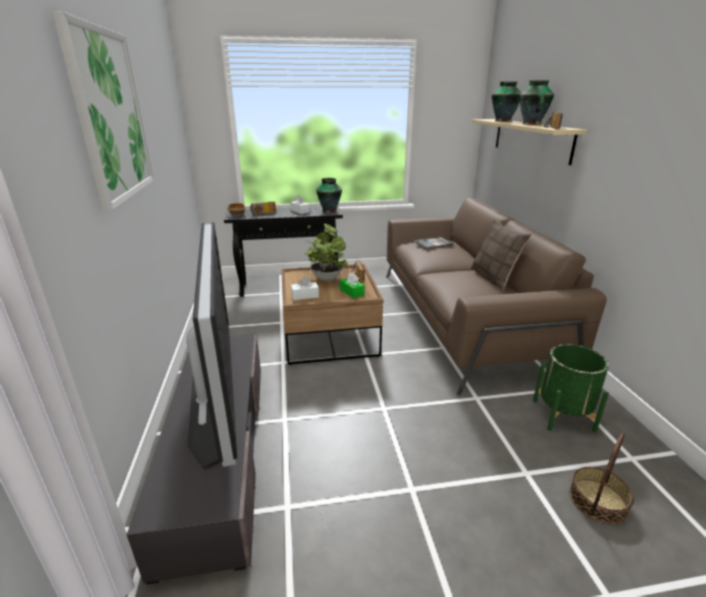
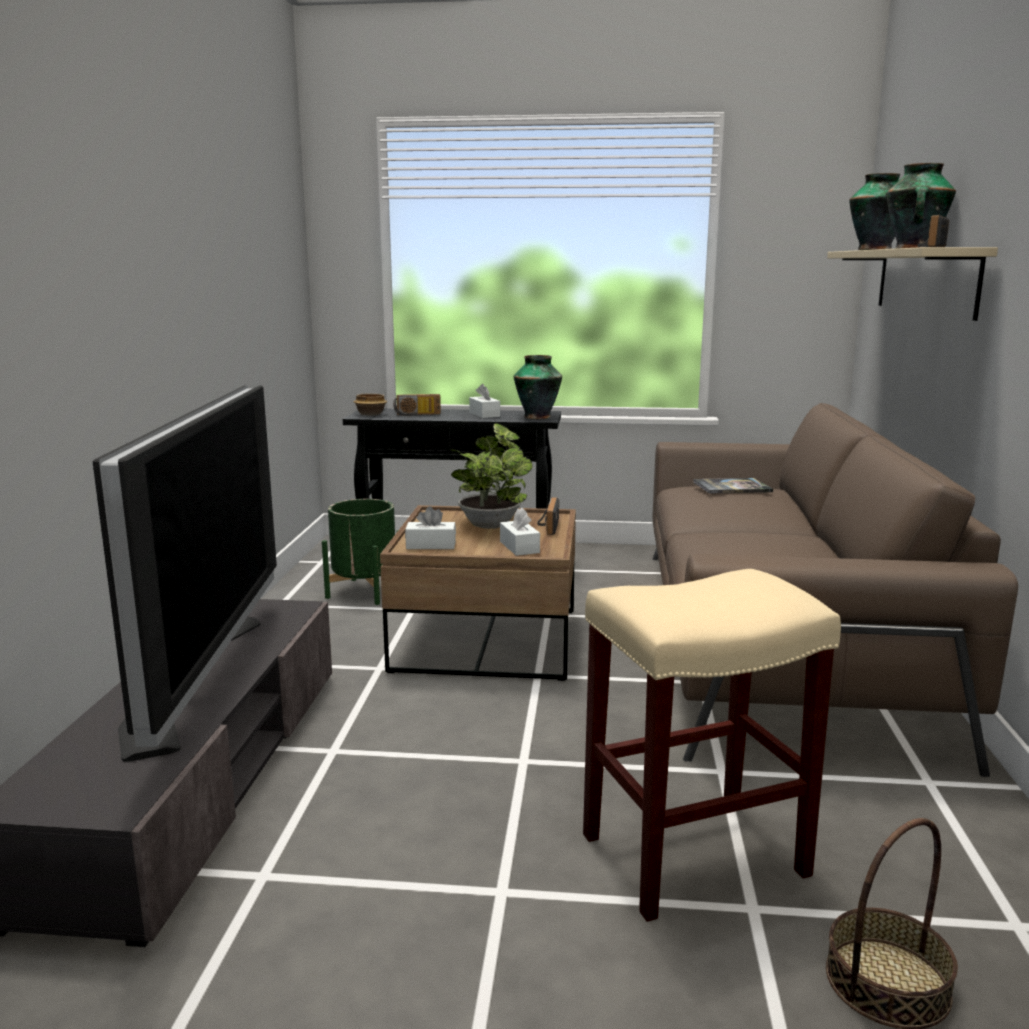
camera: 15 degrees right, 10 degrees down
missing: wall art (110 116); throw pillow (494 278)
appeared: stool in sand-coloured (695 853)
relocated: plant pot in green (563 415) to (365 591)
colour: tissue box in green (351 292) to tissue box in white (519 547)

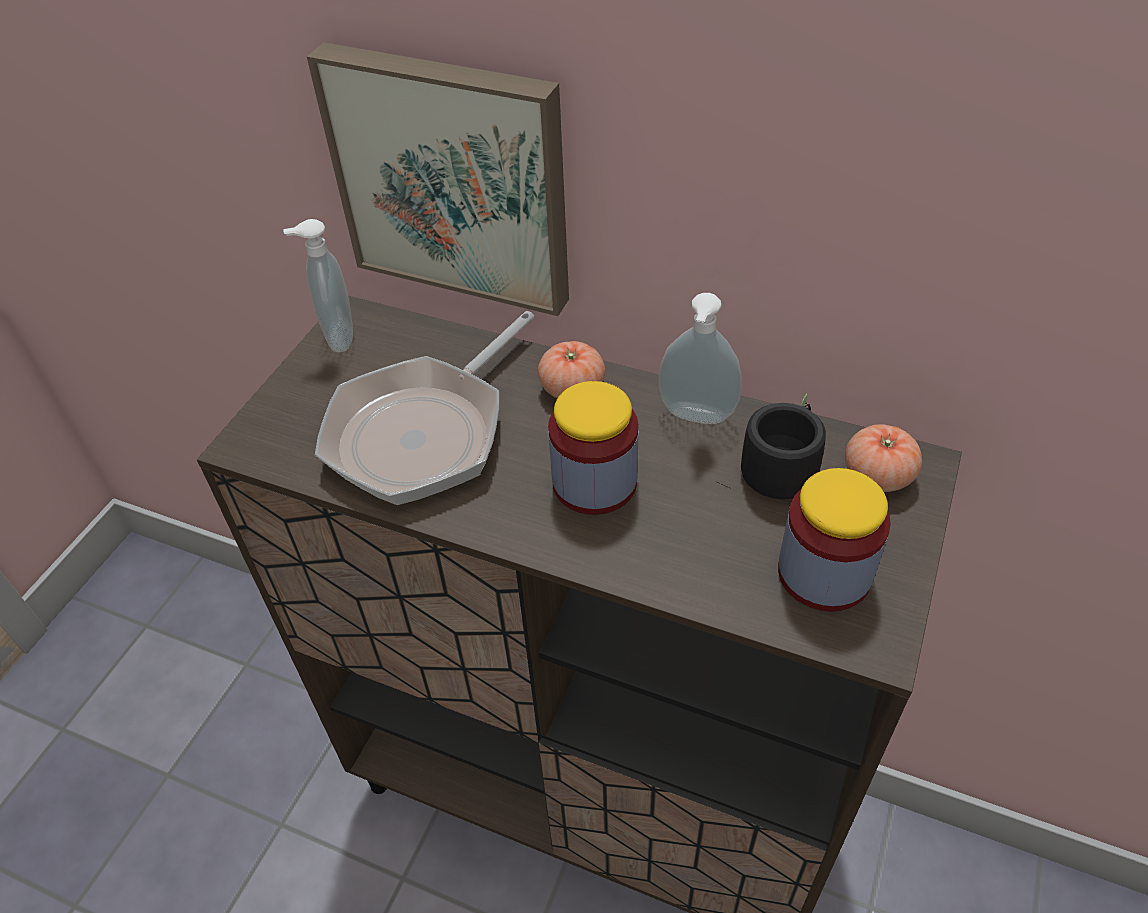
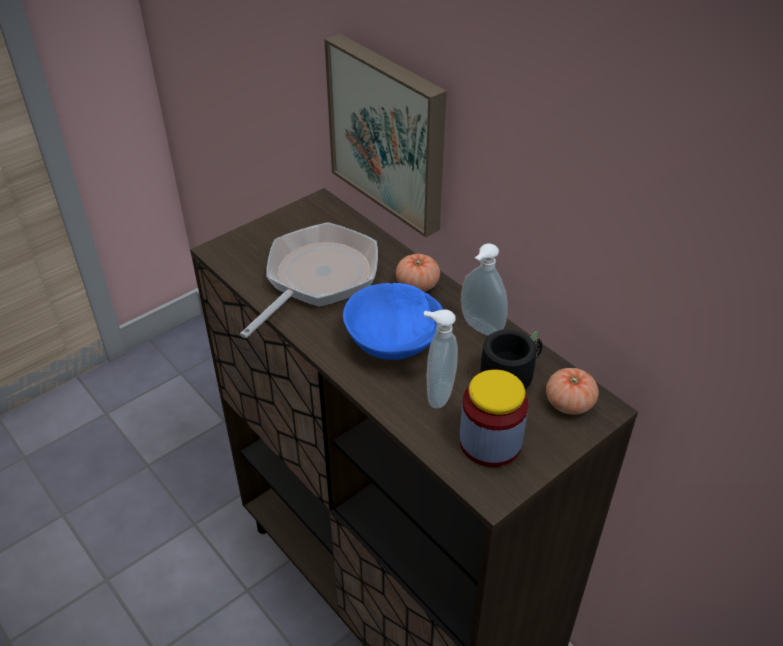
camera: 25 degrees right, 5 degrees down
relocated: soap bottle (337 338) to (437 394)
exchanged: jar (594 482) to serving bowl in bluish (392 341)
spun: skillet (425 432) = (317 278) 150 degrees clockwise

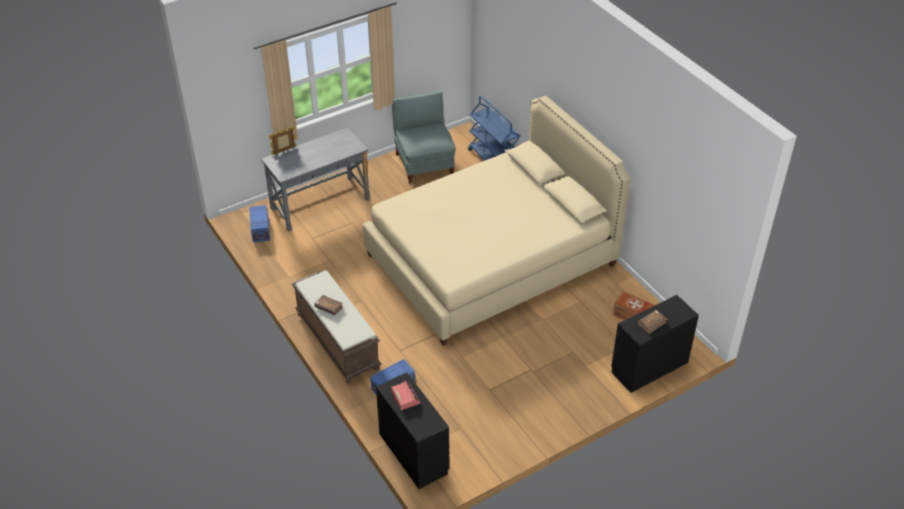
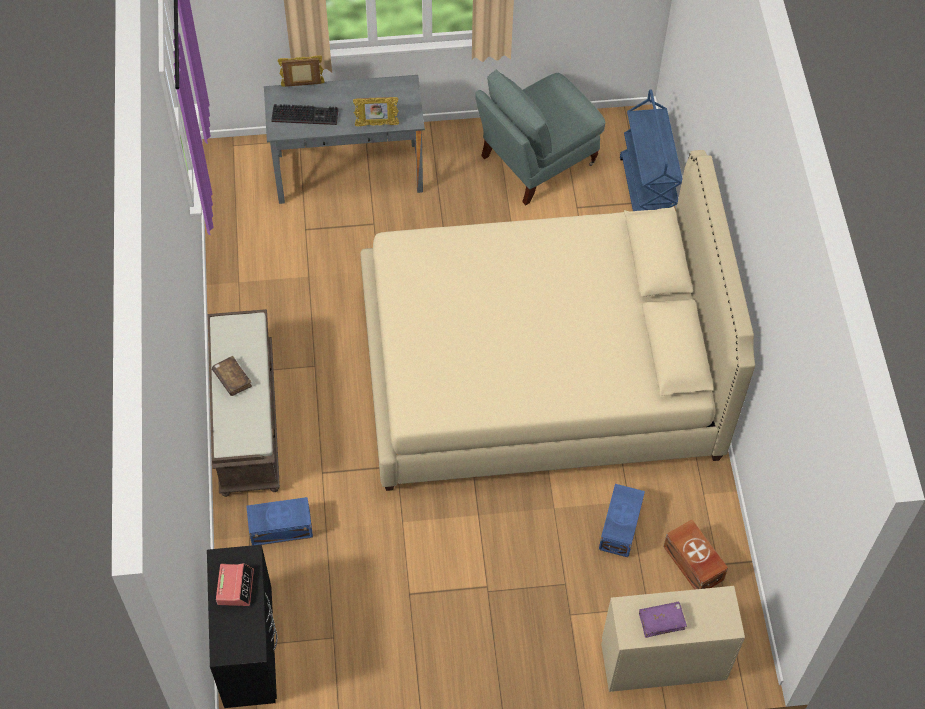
camera: 25 degrees right, 15 degrees up
appeared: keyboard (306 115); photo frame (377 124)
relocated: storage box in bluish (260 230) to (619 527)
colour: chest of drawers in black-coloured (648 367) to chest of drawers in sand-coloured (662 660); bound book in brown-coloured (651 324) to bound book in purple-coloured (661 621)
spun: armchair in greyish (424 165) = (537 160) 135 degrees counterclockwise

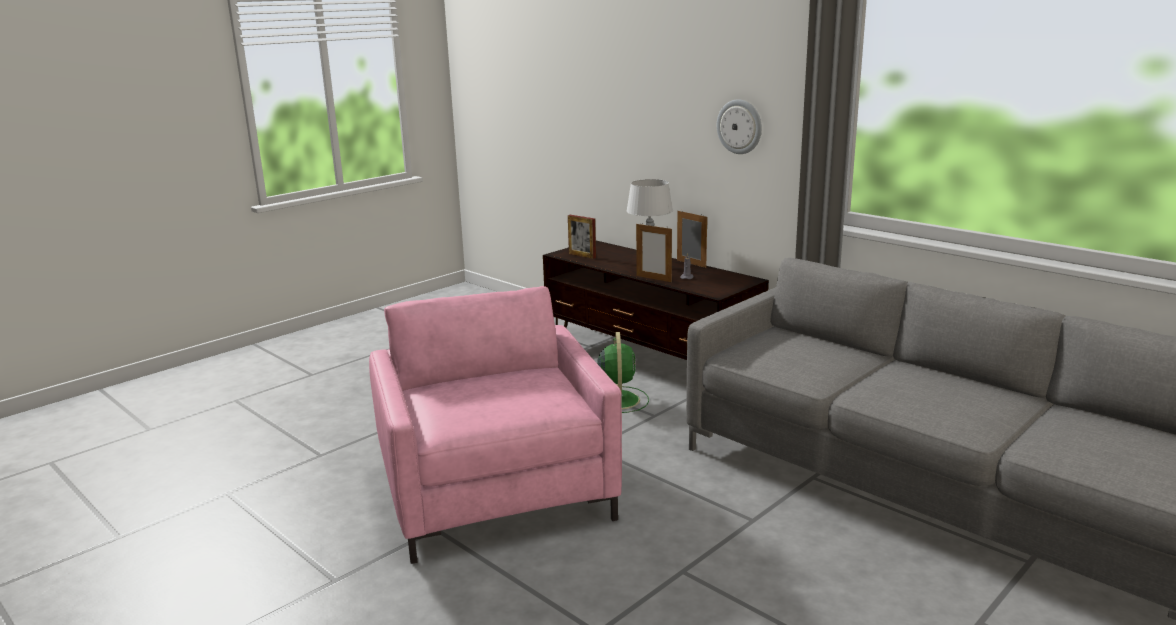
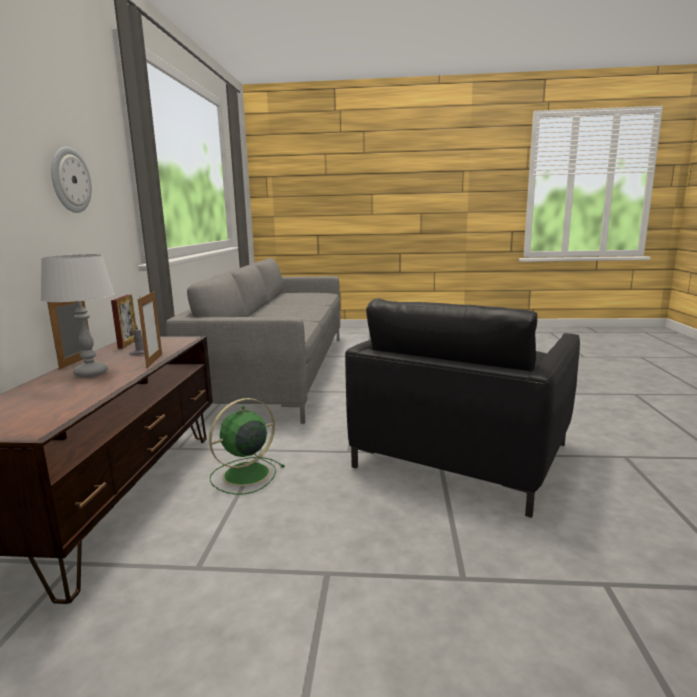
camera: 130 degrees left, 5 degrees down
relocated: photo frame (582 255) to (128 343)
colour: armchair in pink (497 493) to armchair in black-coloured (461 455)

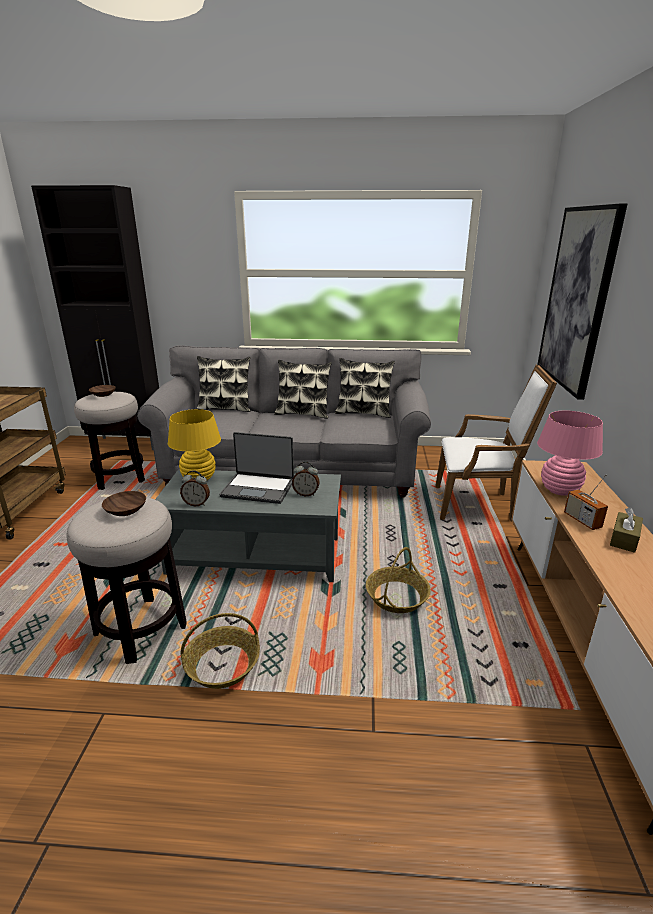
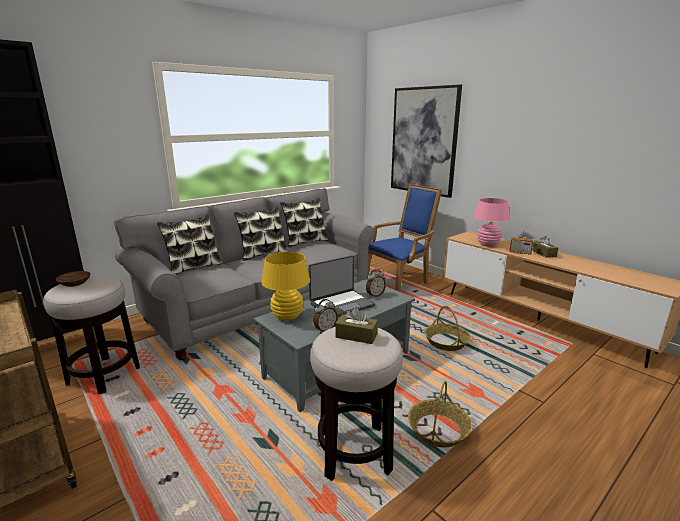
camera: 45 degrees left, 5 degrees down
exchanged: serving bowl in brown-coloured (126 510) to tissue box in brown-coloured (356 336)
colour: armchair in white (479 505) to armchair in bluish (400 282)

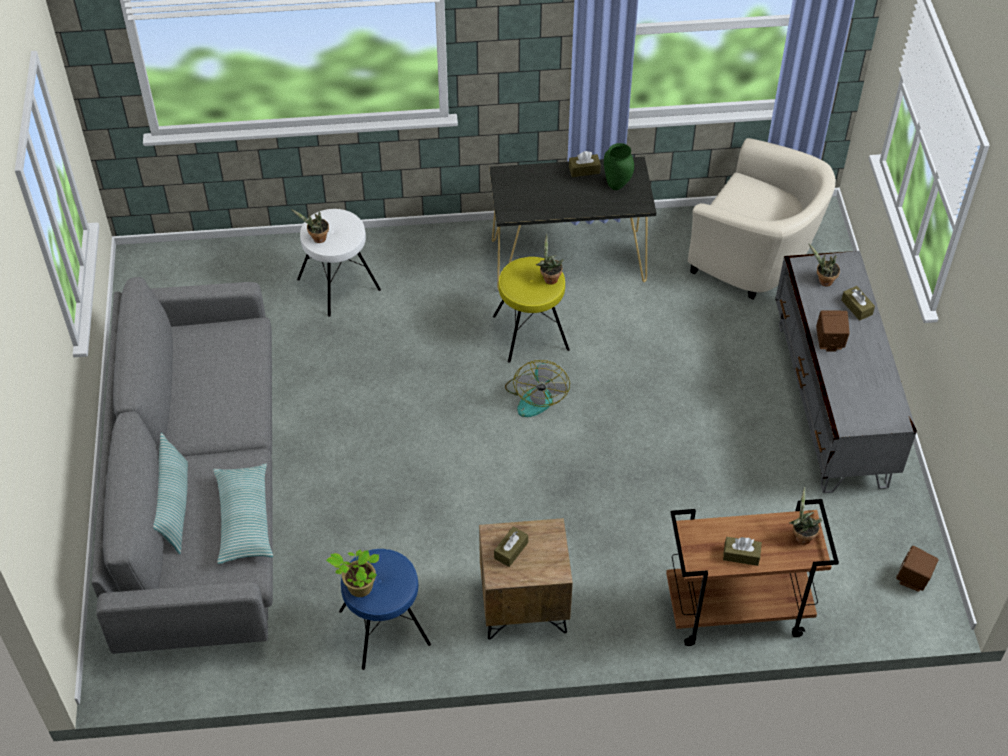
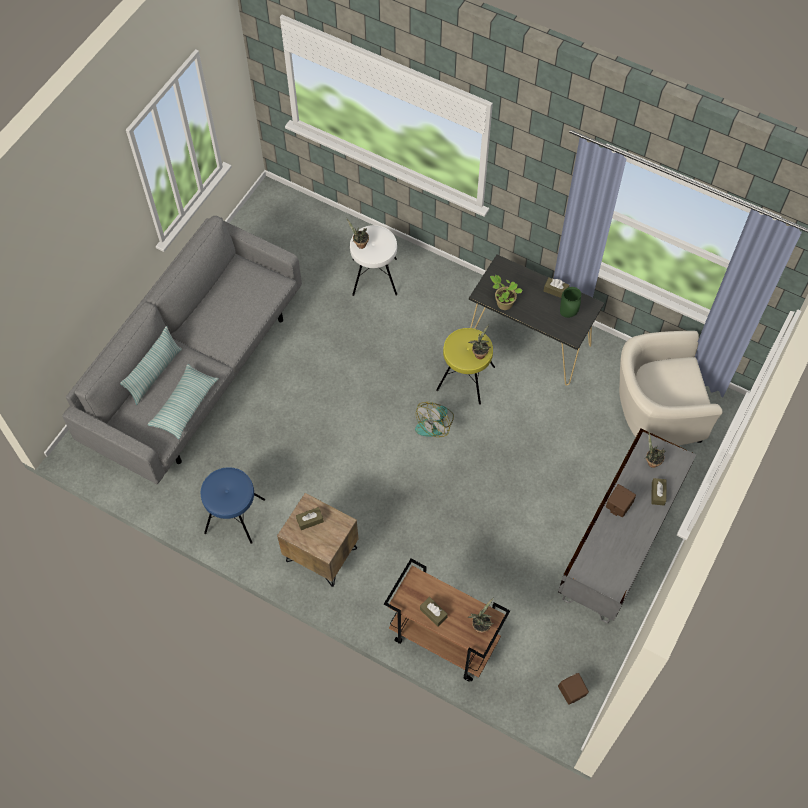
camera: 35 degrees right, 10 degrees up
relocated: potted plant (358 587) to (503 303)
spun: armchair in sand-coloured (755 260) = (654 412) 105 degrees clockwise

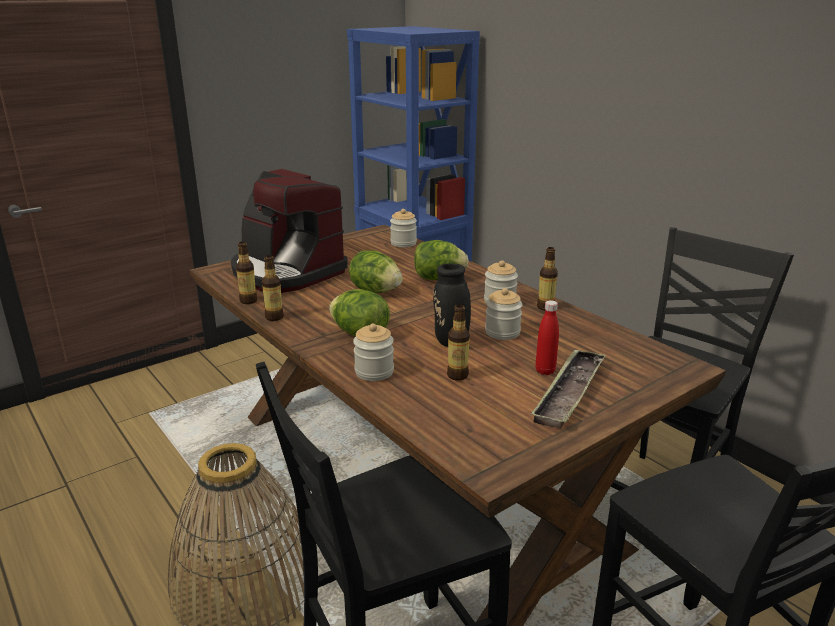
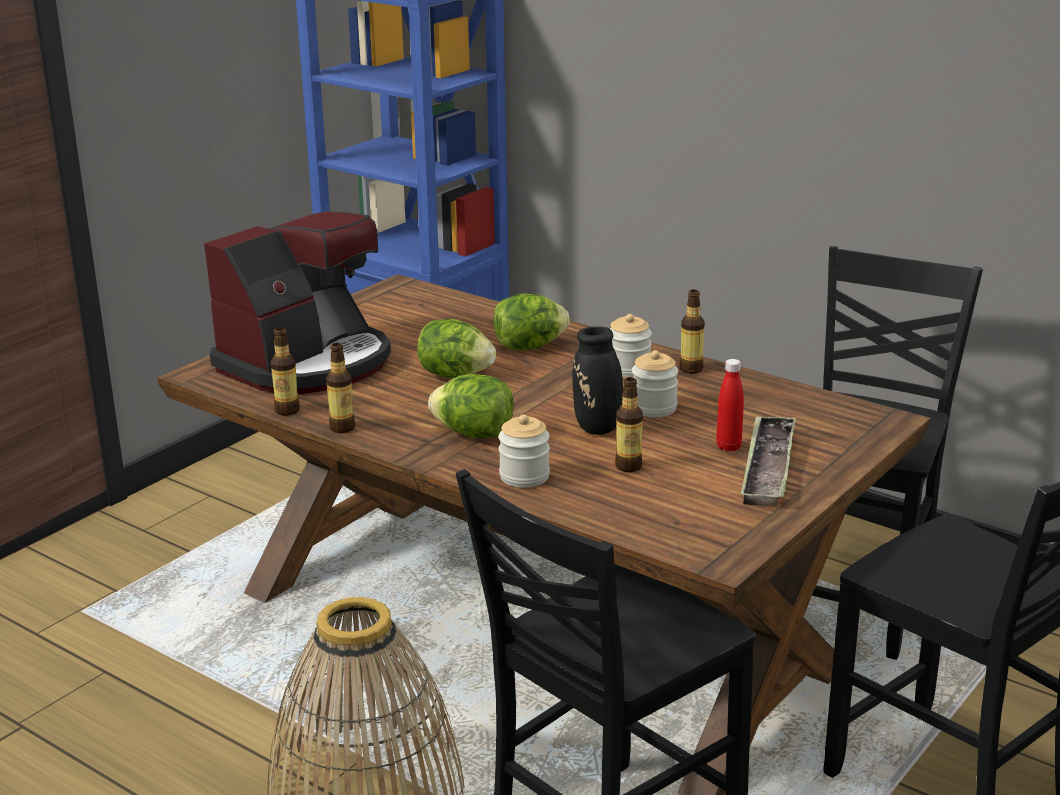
camera: 15 degrees left, 0 degrees up
missing: jar (403 243)
spun: coffee maker (286 272) = (307 363) 75 degrees counterclockwise

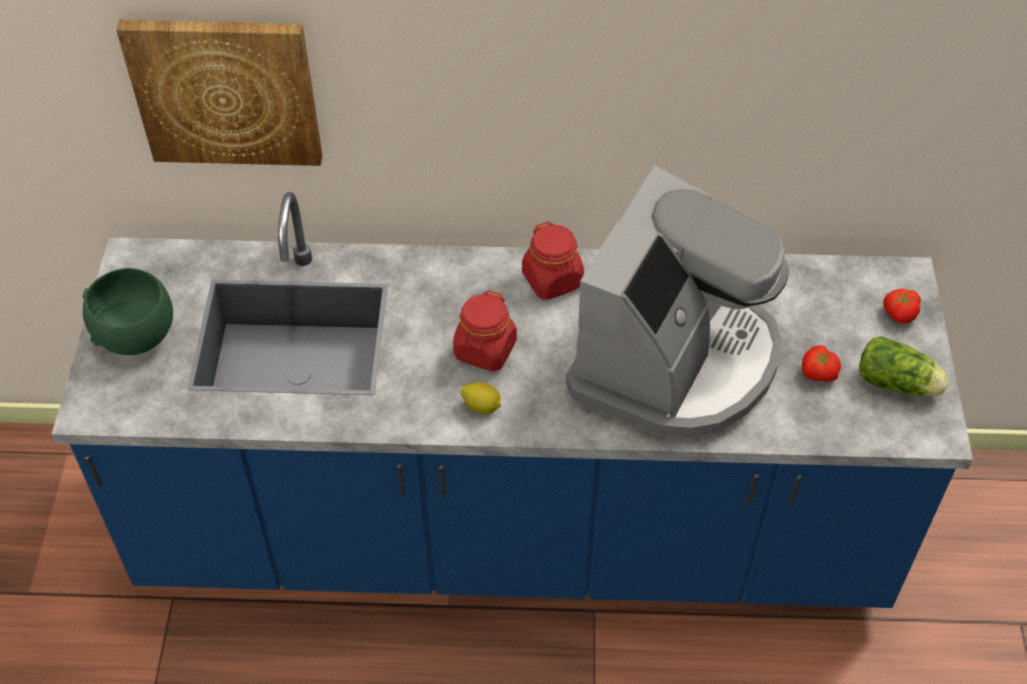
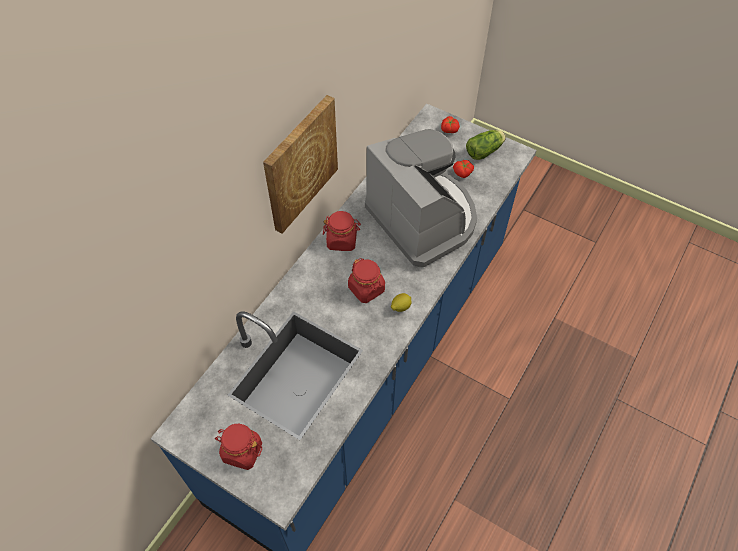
camera: 60 degrees left, 5 degrees up
relocated: wall art (225 90) to (300 164)
exchanged: serving bowl in green (137 336) to jar in reddish (242 451)

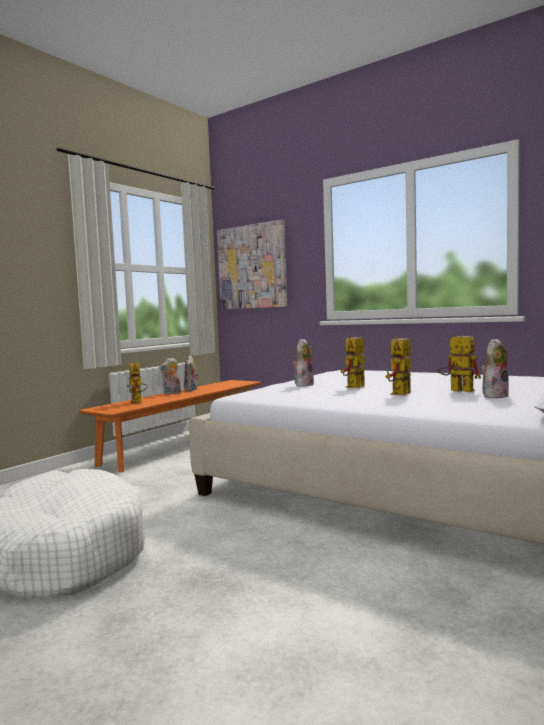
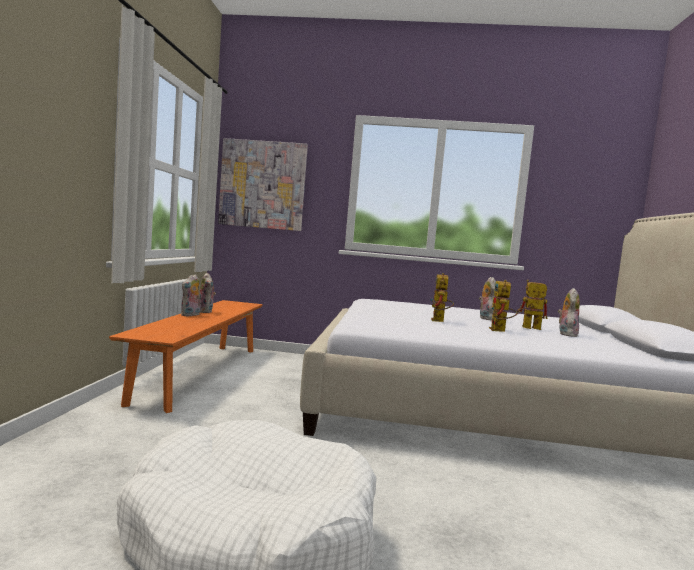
camera: 30 degrees left, 0 degrees up
missing: model robot (138 403)
relocated: soft toy (303 384) to (485 318)

